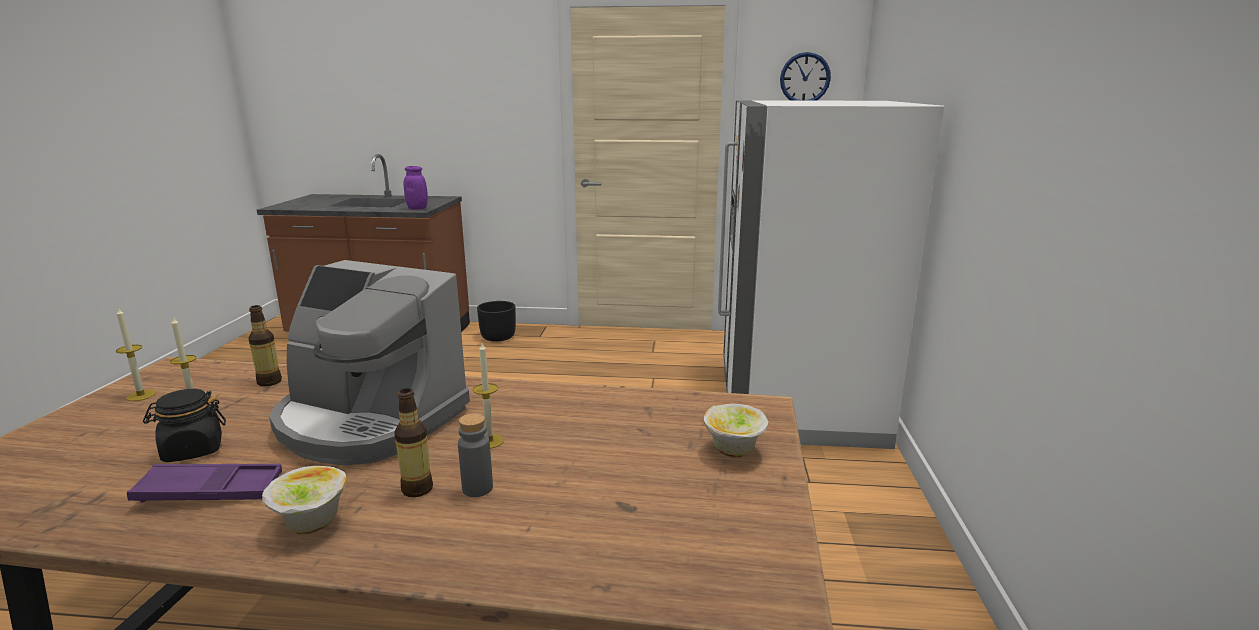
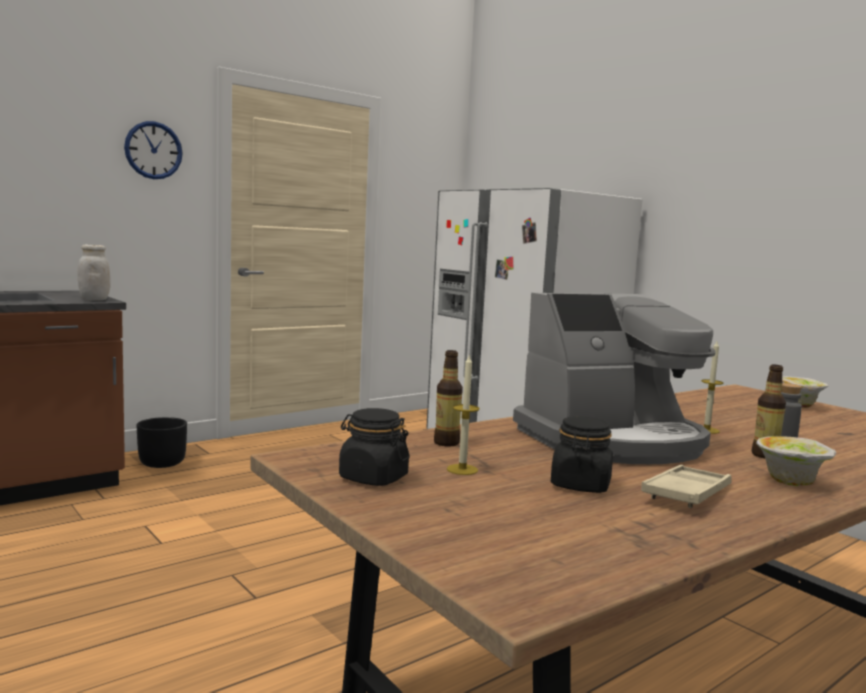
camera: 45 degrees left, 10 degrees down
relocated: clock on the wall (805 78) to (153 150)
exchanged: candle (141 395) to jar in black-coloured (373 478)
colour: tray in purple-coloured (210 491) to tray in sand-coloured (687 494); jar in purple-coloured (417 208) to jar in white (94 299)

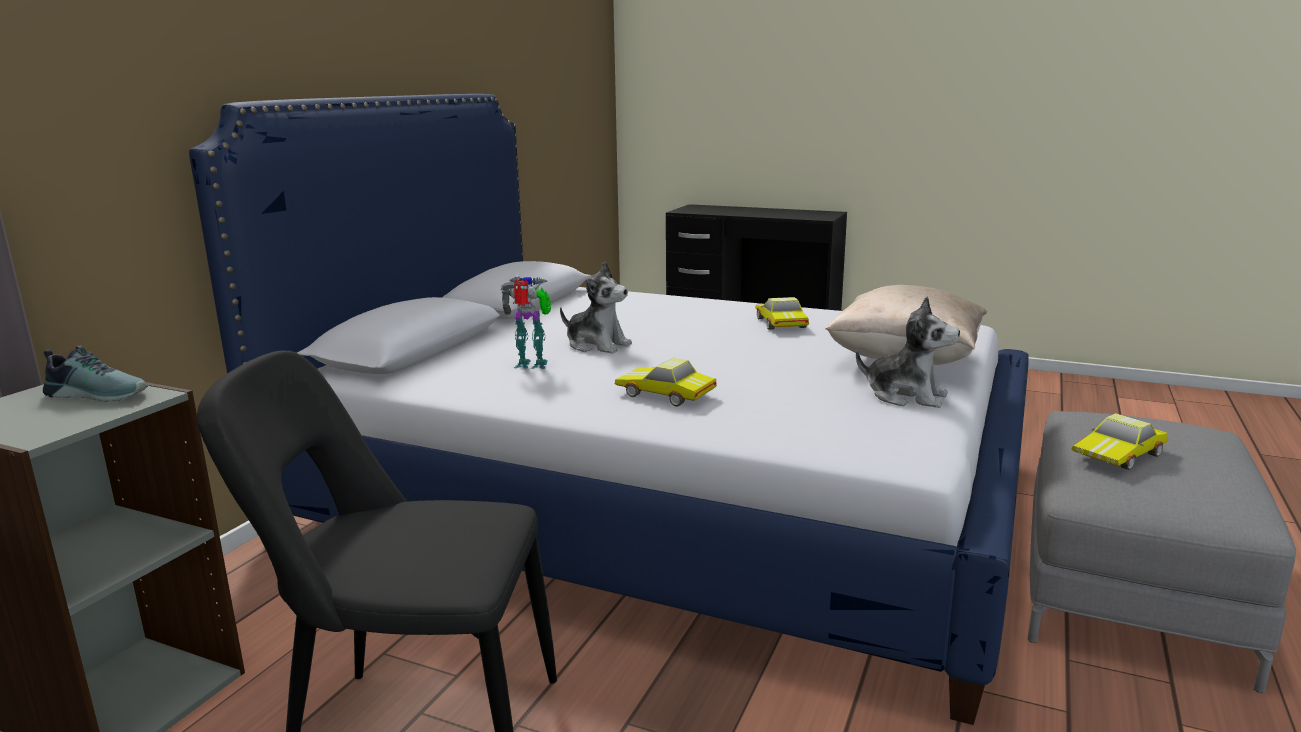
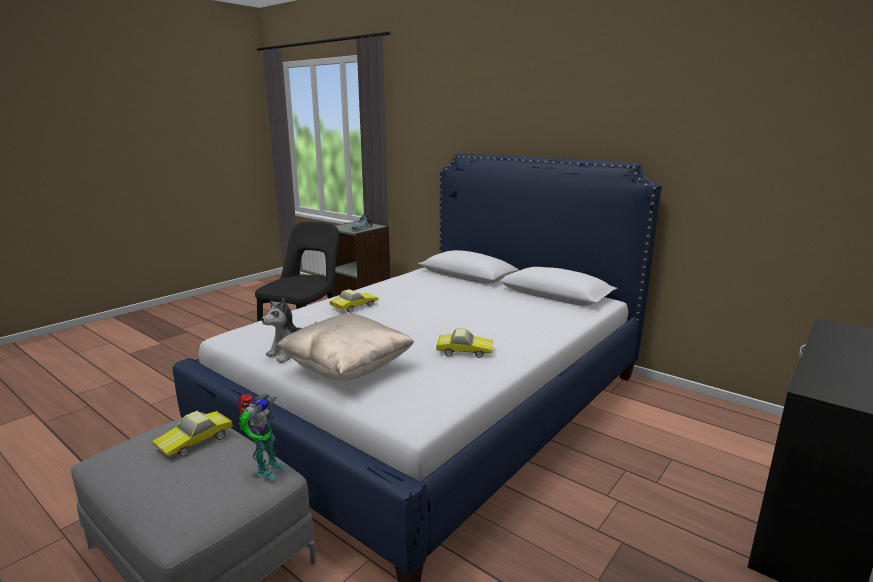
camera: 105 degrees right, 0 degrees up
missing: soft toy (597 345)
relocated: model robot (532 365) to (265 469)
spun: model car (1121 455) = (196 441) 120 degrees counterclockwise

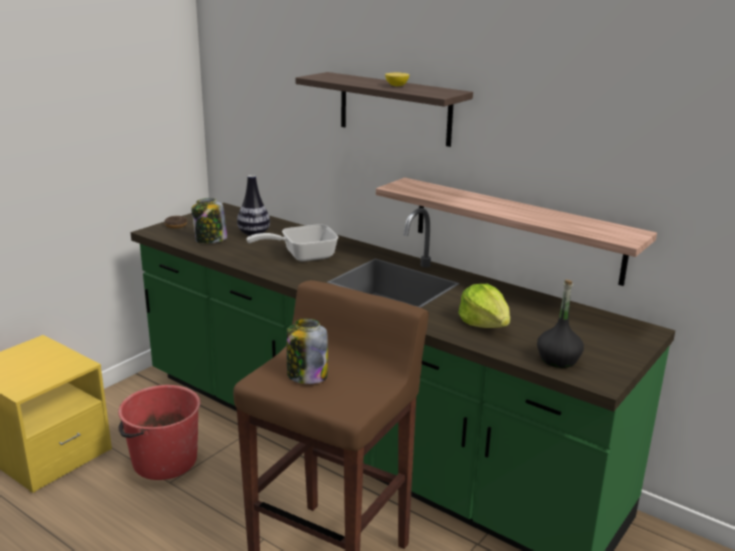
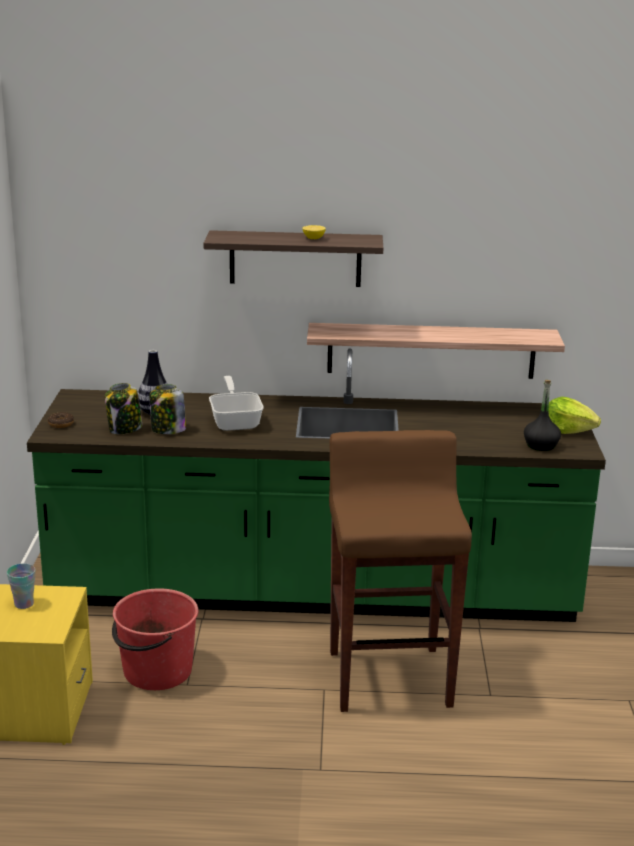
camera: 35 degrees left, 0 degrees up
appeared: small cup (24 604)
relocated: jar (306 375) to (168 430); head of lettuce (484 324) to (568 430)
spun: skillet (302 256) = (235 421) 135 degrees clockwise

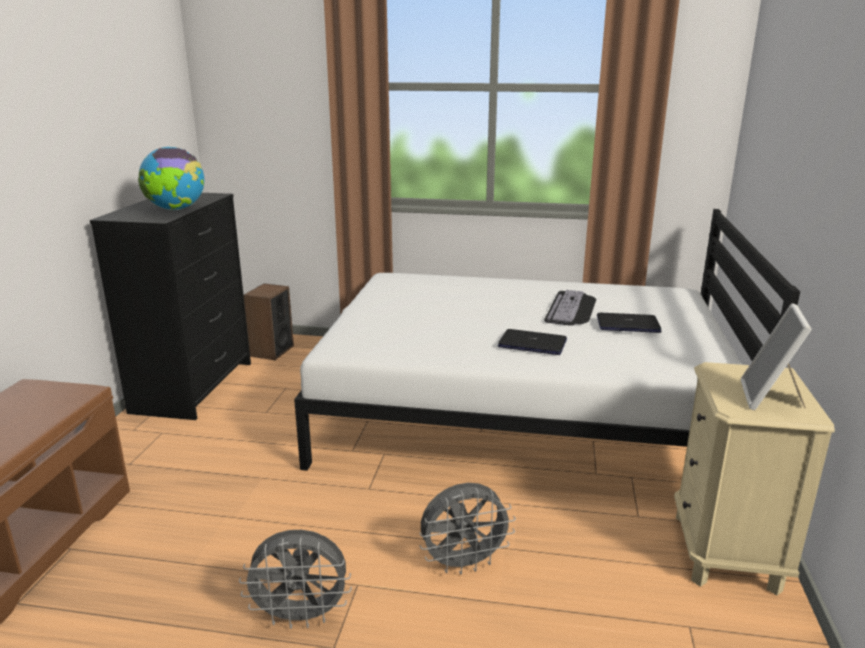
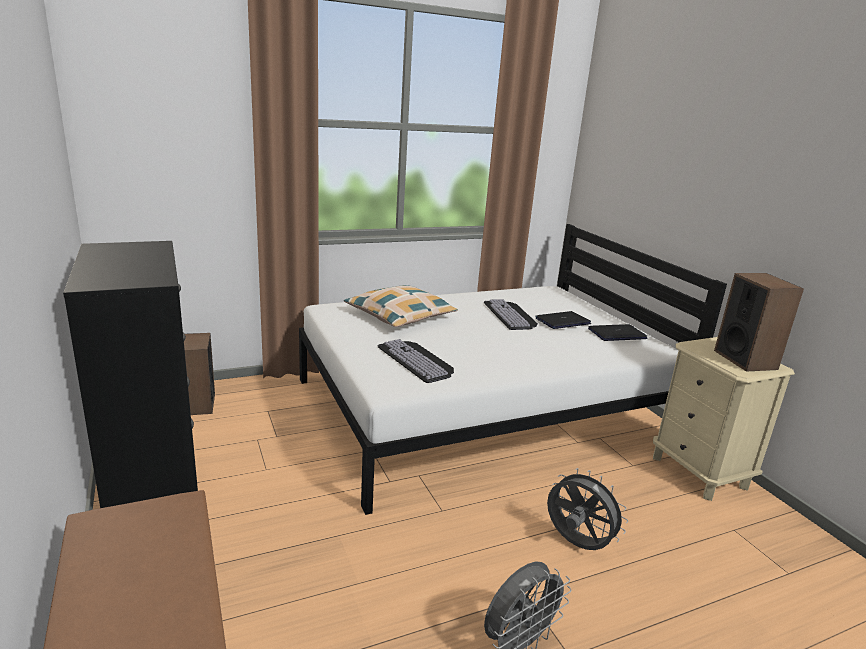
camera: 35 degrees left, 0 degrees up
missing: desk globe (176 210)
appeared: throw pillow (400 316); keyboard (418 360)
relocated: notebook computer (533 343) to (617 334)
exchanged: photo frame (770 398) to audio speaker (745 360)
spun: fan in greyish (464 563) = (576 544) 90 degrees counterclockwise

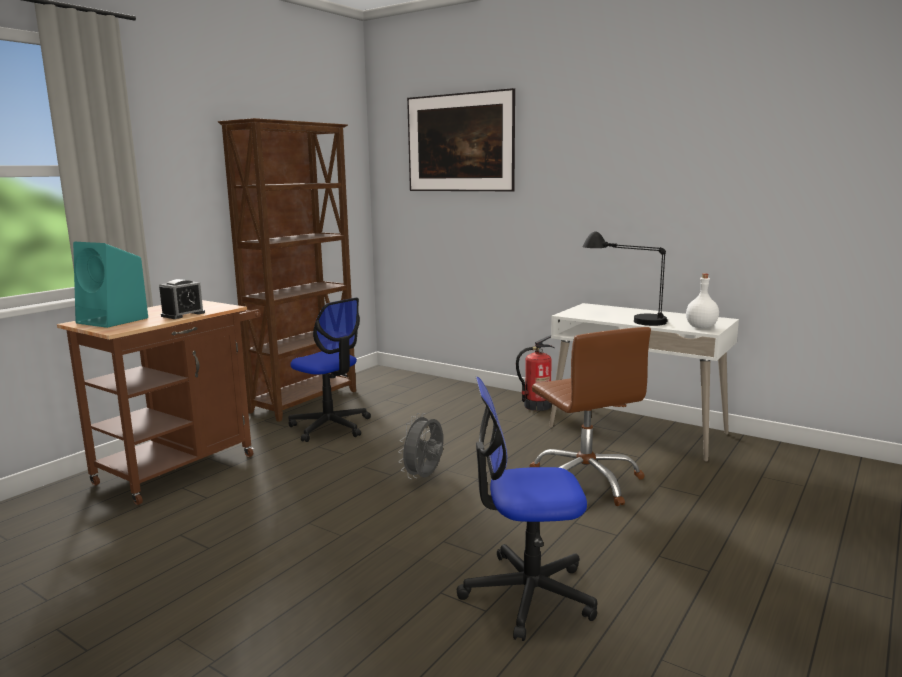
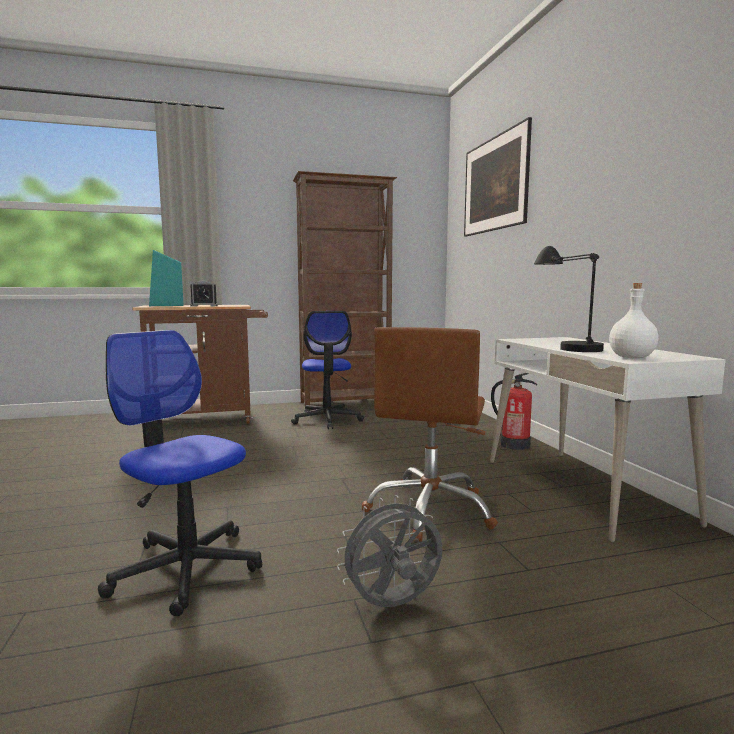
camera: 40 degrees right, 5 degrees down
relocated: fan in greyish (424 477) to (393 605)

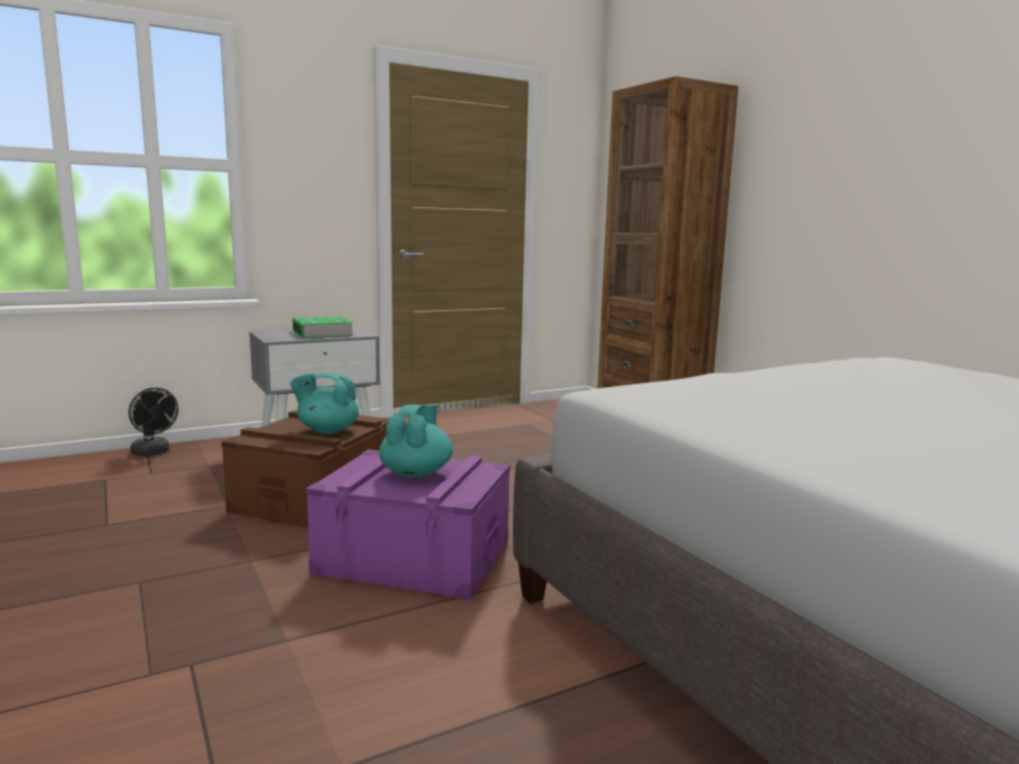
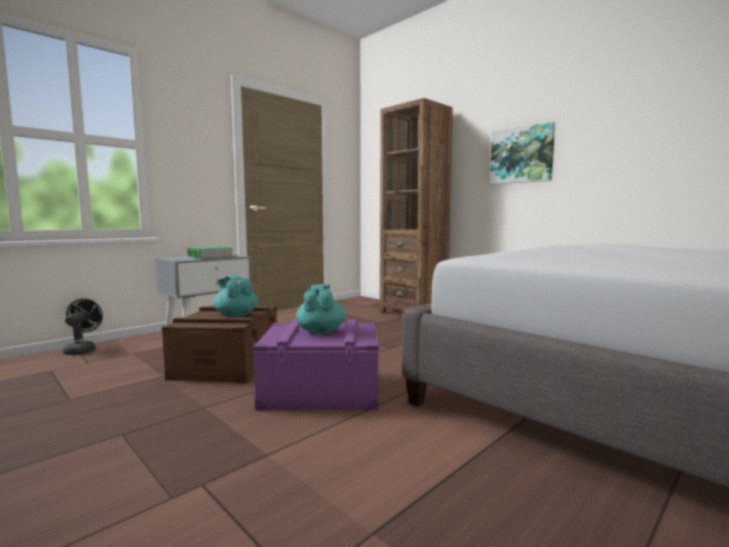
camera: 15 degrees left, 5 degrees down
appeared: wall art (521 155)
spun: fan in black-coloured (153 452) = (82 350) 120 degrees counterclockwise; pot for tea in blue-green (327 430) = (236 315) 60 degrees clockwise

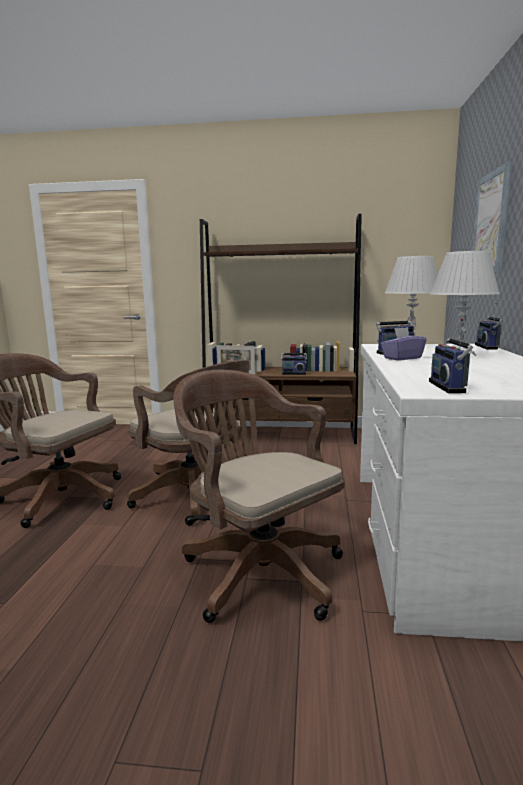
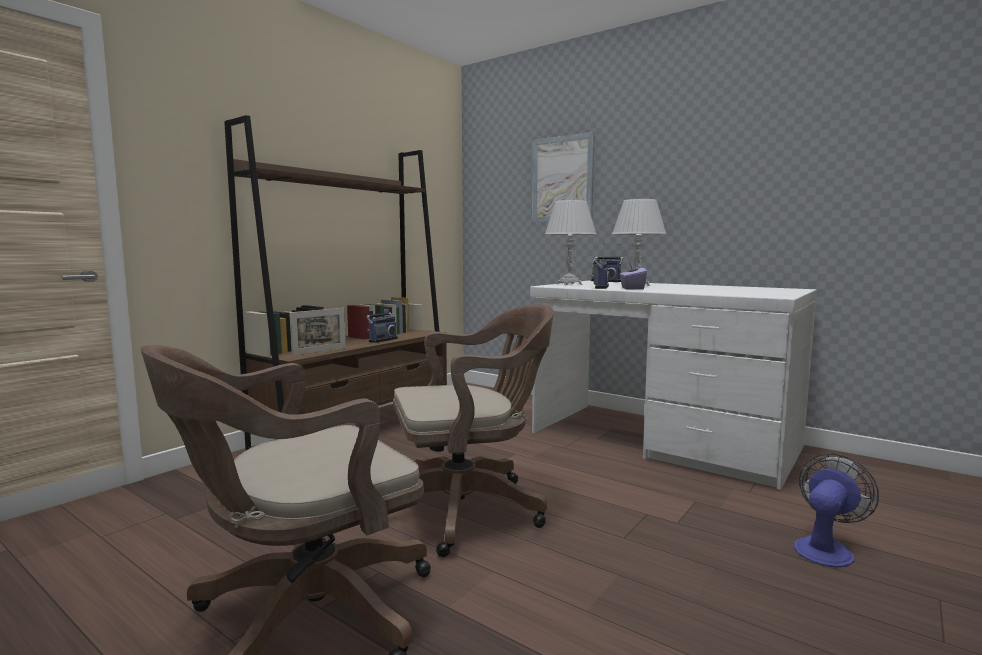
camera: 60 degrees left, 5 degrees down
missing: office chair in brown-coloured (257 570); radio set (449 387)
appeared: fan (826 548)

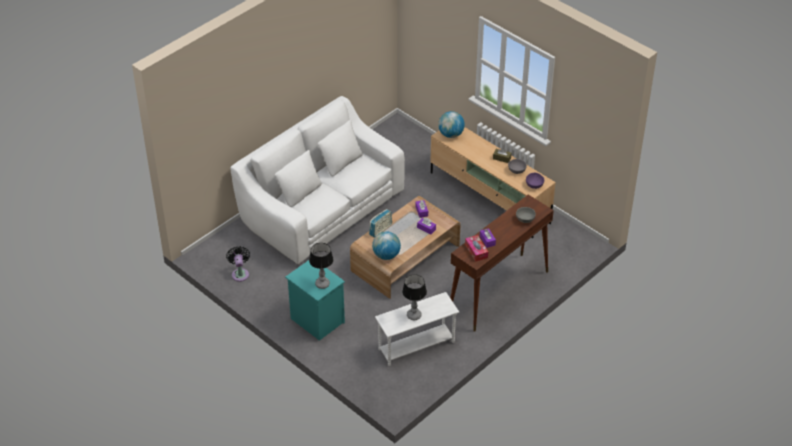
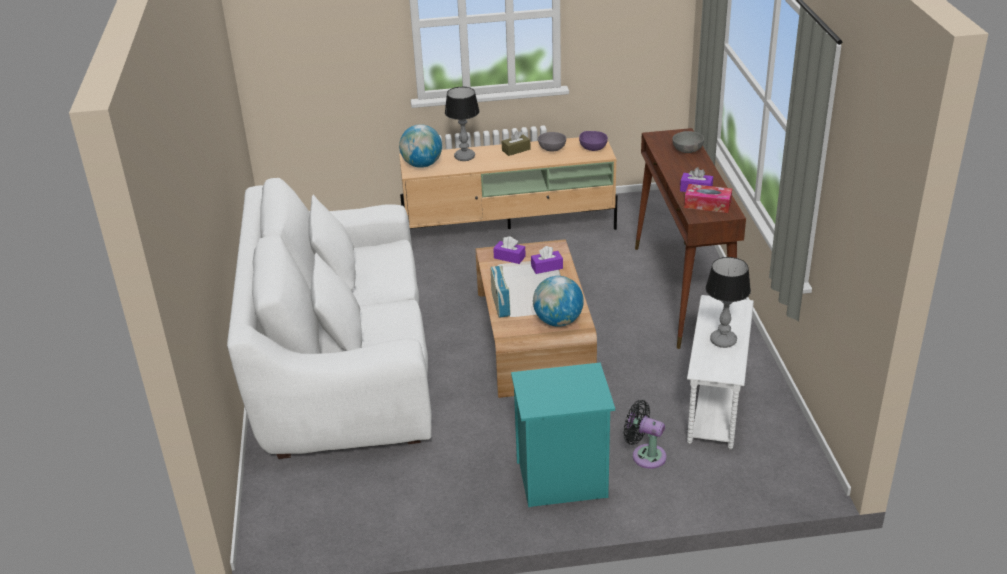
camera: 50 degrees left, 10 degrees down
relocated: fan in black-coloured (240 273) to (645 455); table lamp (322 284) to (465 157)

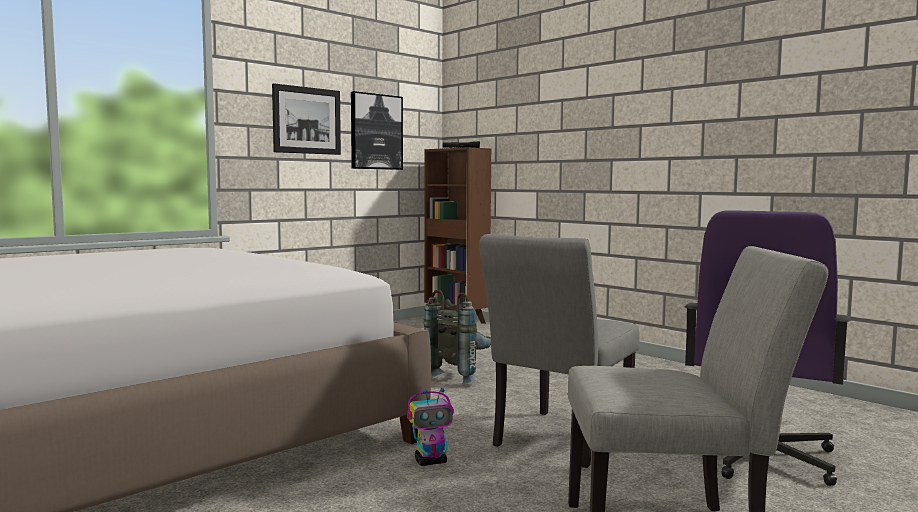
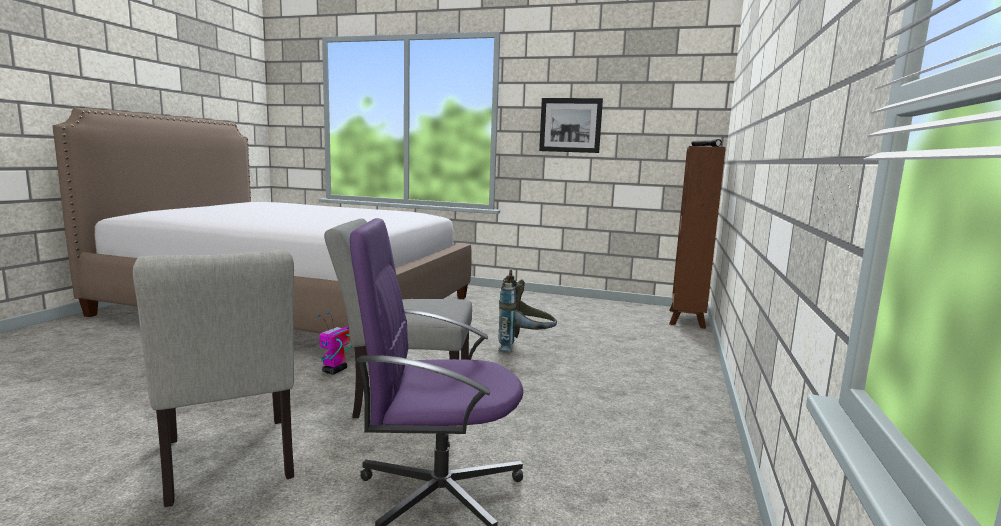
camera: 60 degrees right, 5 degrees up
missing: wall art (376 132)
spun: model robot (431 461) = (334 371) 75 degrees clockwise

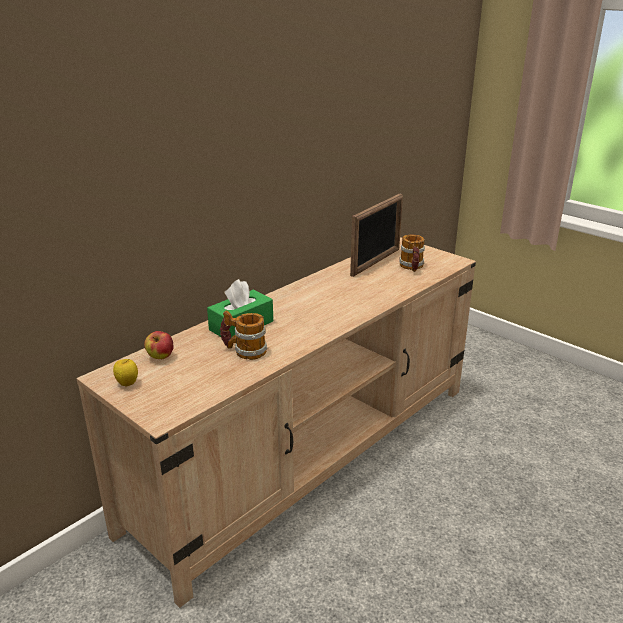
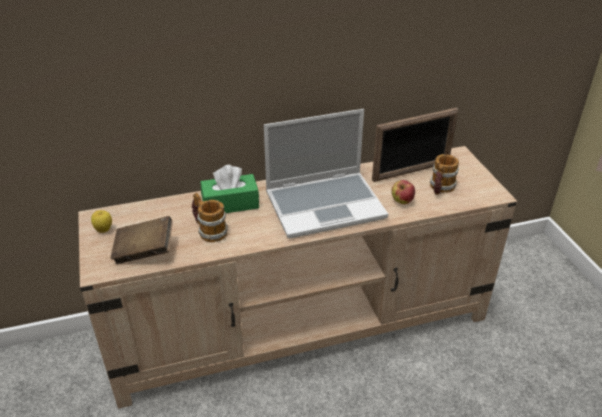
camera: 30 degrees right, 10 degrees up
appeared: bound book in brown-coloured (144 252); notebook computer (326 205)
relocated: apple (160 357) to (402 201)

